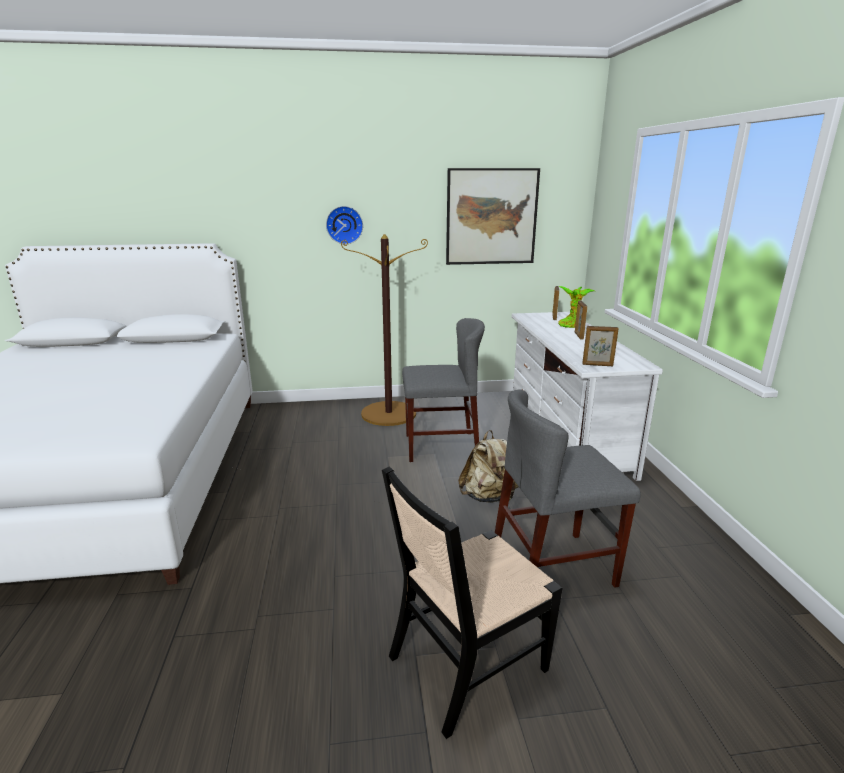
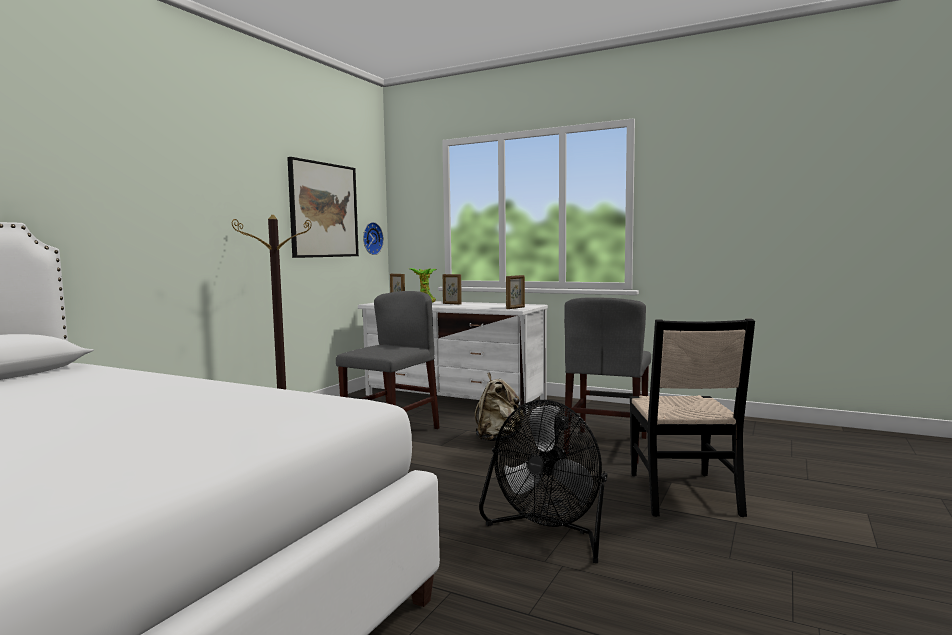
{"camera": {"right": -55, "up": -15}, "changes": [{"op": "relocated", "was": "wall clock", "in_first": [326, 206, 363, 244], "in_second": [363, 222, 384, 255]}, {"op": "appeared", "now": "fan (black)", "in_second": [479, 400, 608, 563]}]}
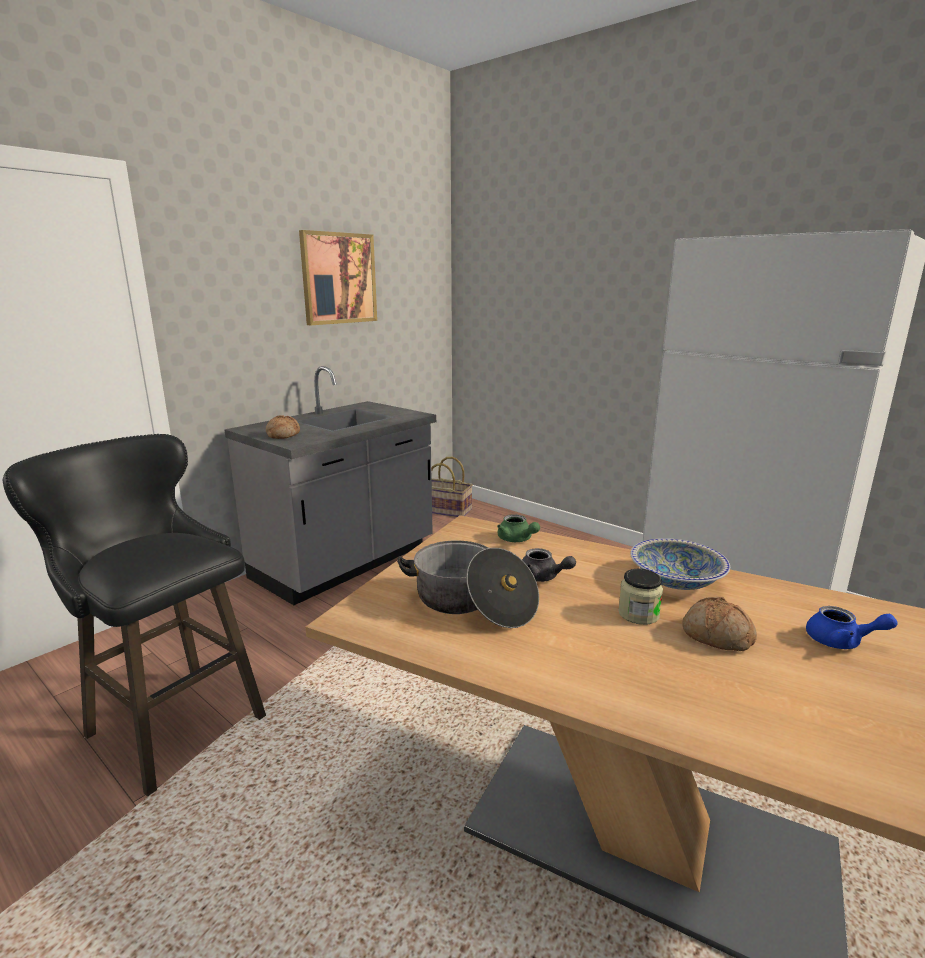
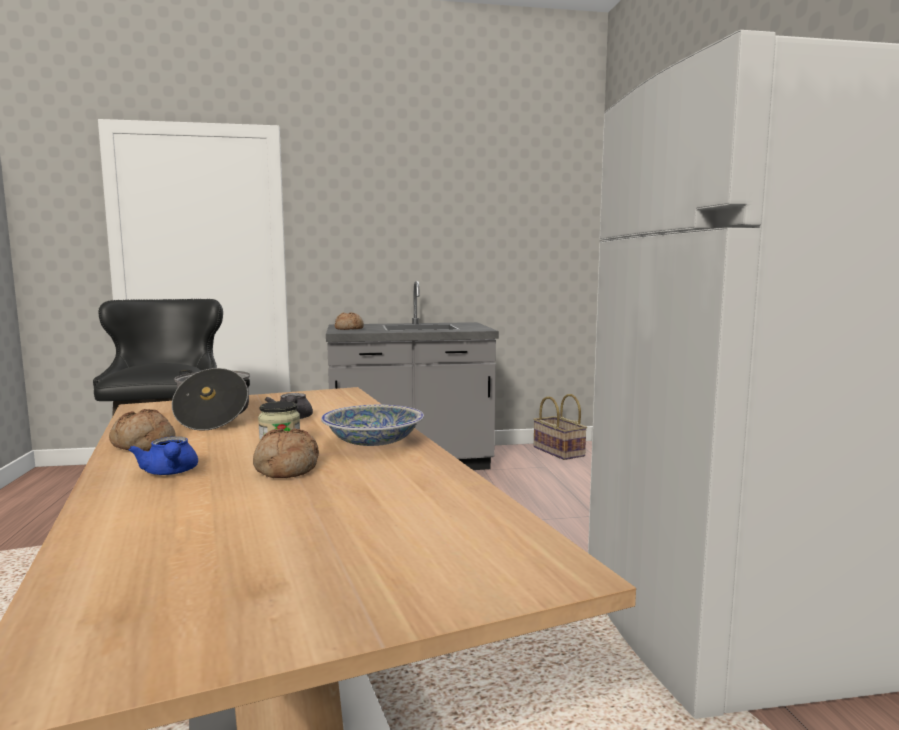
{"camera": {"right": 40, "up": -10}, "changes": [{"op": "missing", "was": "picture", "in_first": [299, 230, 377, 325]}, {"op": "missing", "was": "teapot (green)", "in_first": [497, 514, 540, 542]}, {"op": "relocated", "was": "teapot (blue)", "in_first": [806, 606, 898, 649], "in_second": [129, 436, 198, 475]}, {"op": "appeared", "now": "bread", "in_second": [109, 409, 176, 451]}]}
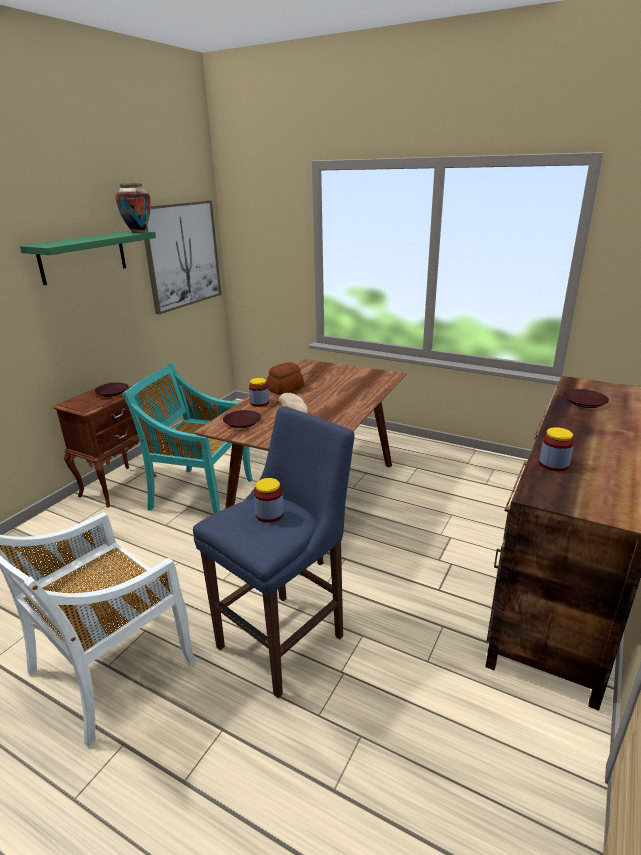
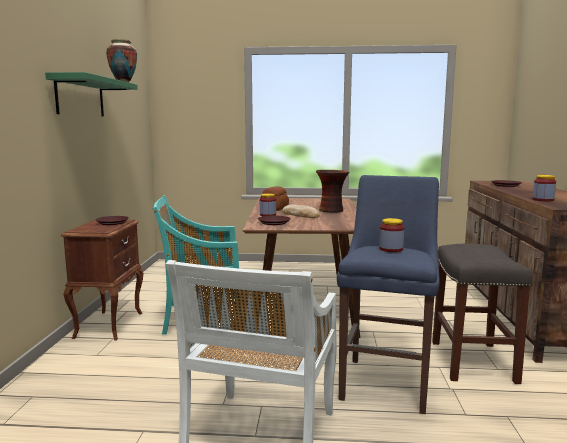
{"camera": {"right": -25, "up": -15}, "changes": [{"op": "missing", "was": "picture", "in_first": [144, 200, 221, 314]}, {"op": "appeared", "now": "vase", "in_second": [316, 170, 349, 212]}, {"op": "appeared", "now": "stool (grey)", "in_second": [432, 244, 533, 384]}]}
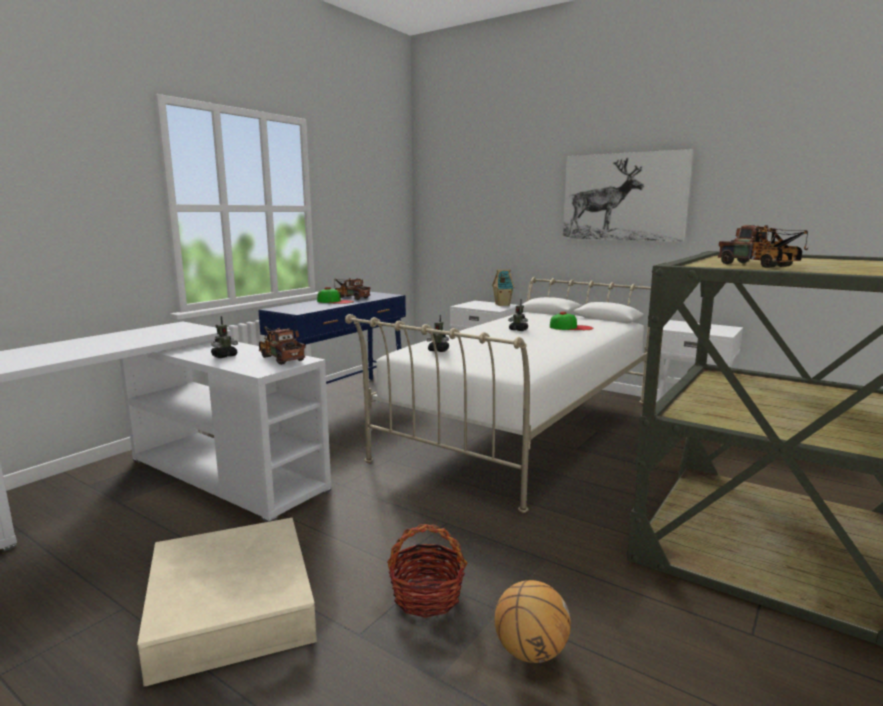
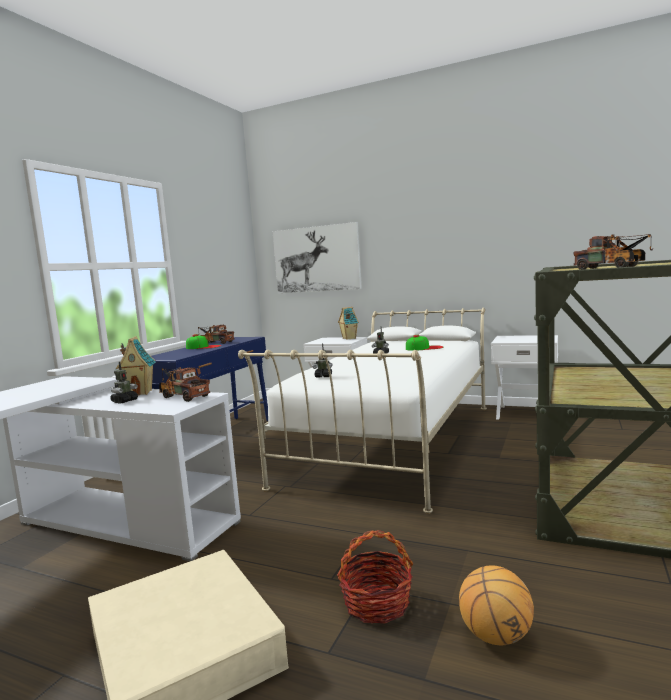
{"camera": {"right": -10, "up": -5}, "changes": [{"op": "relocated", "was": "picture", "in_first": [563, 149, 694, 242], "in_second": [273, 222, 362, 293]}, {"op": "appeared", "now": "toy house", "in_second": [116, 336, 156, 396]}]}
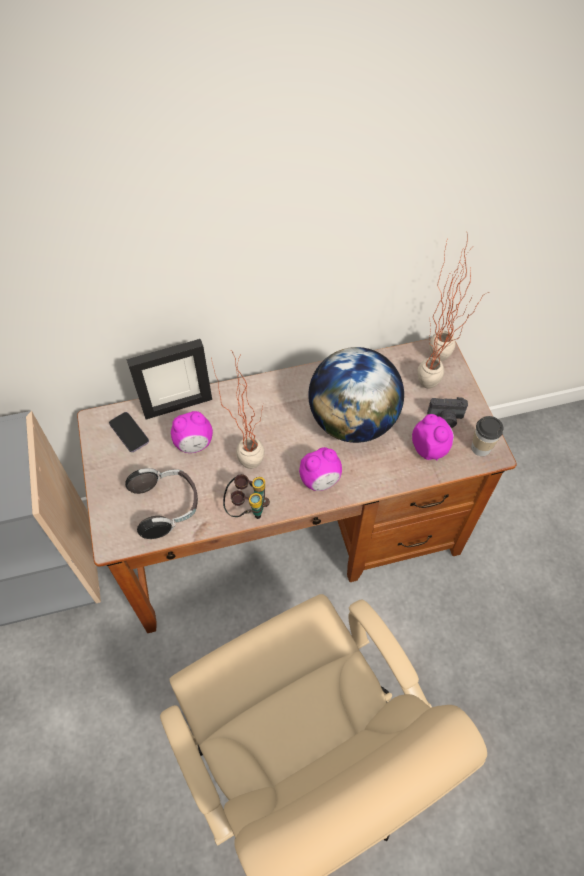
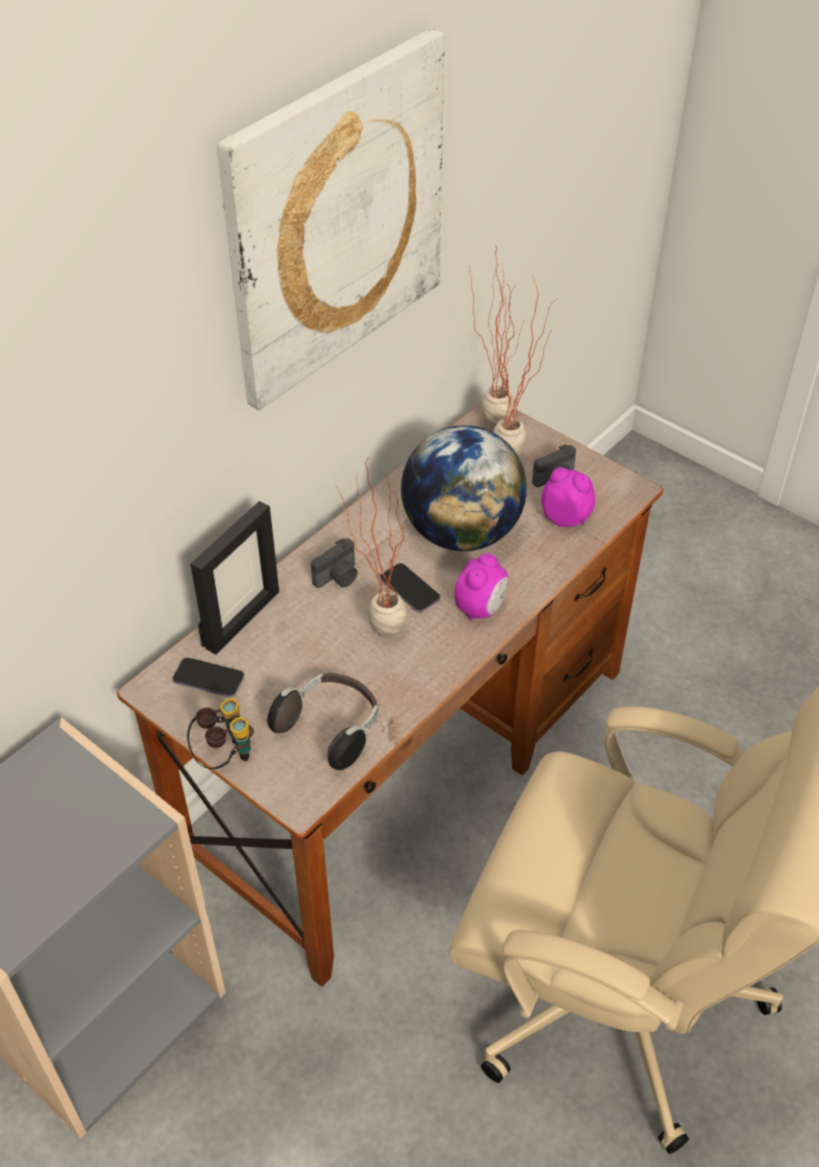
{"camera": {"right": -35, "up": -10}, "changes": [{"op": "missing", "was": "alarm clock", "in_first": [171, 411, 213, 453]}, {"op": "relocated", "was": "binoculars", "in_first": [223, 474, 270, 519], "in_second": [187, 698, 254, 769]}, {"op": "missing", "was": "cup", "in_first": [471, 416, 503, 456]}, {"op": "appeared", "now": "picture", "in_second": [217, 28, 444, 411]}, {"op": "appeared", "now": "photo camera", "in_second": [311, 538, 358, 588]}, {"op": "appeared", "now": "phone", "in_second": [380, 563, 440, 612]}]}
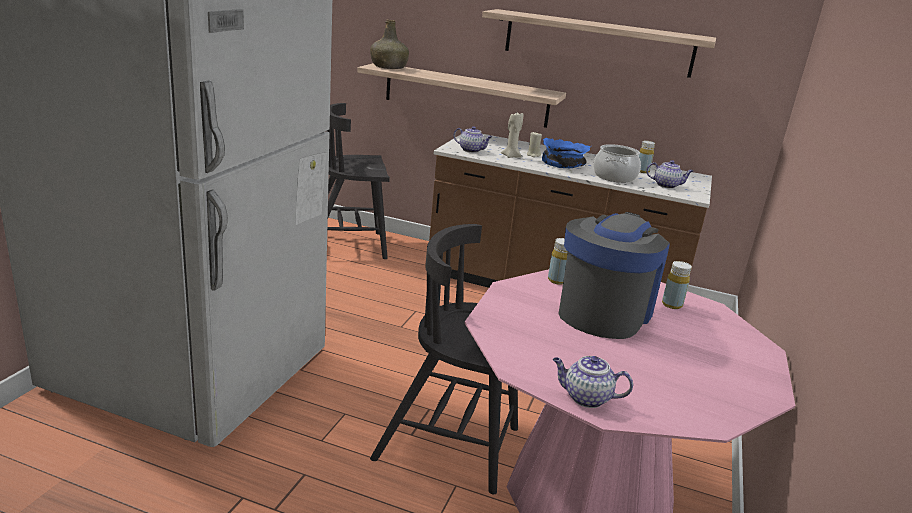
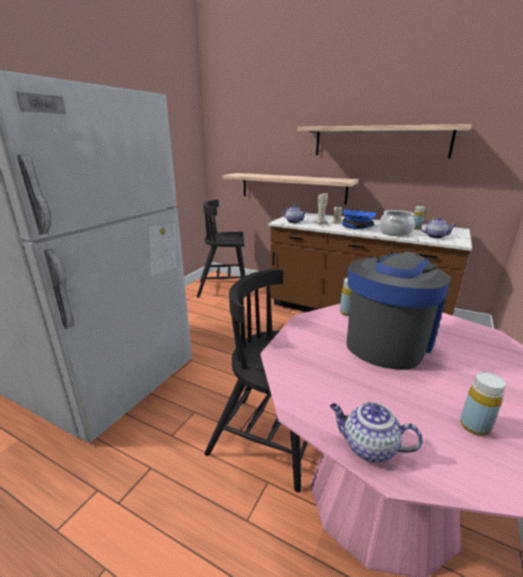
{"camera": {"right": 10, "up": 0}, "changes": [{"op": "missing", "was": "bottle (green)", "in_first": [370, 19, 409, 69]}, {"op": "relocated", "was": "bottle (yellow)", "in_first": [662, 261, 692, 309], "in_second": [460, 372, 506, 436]}]}
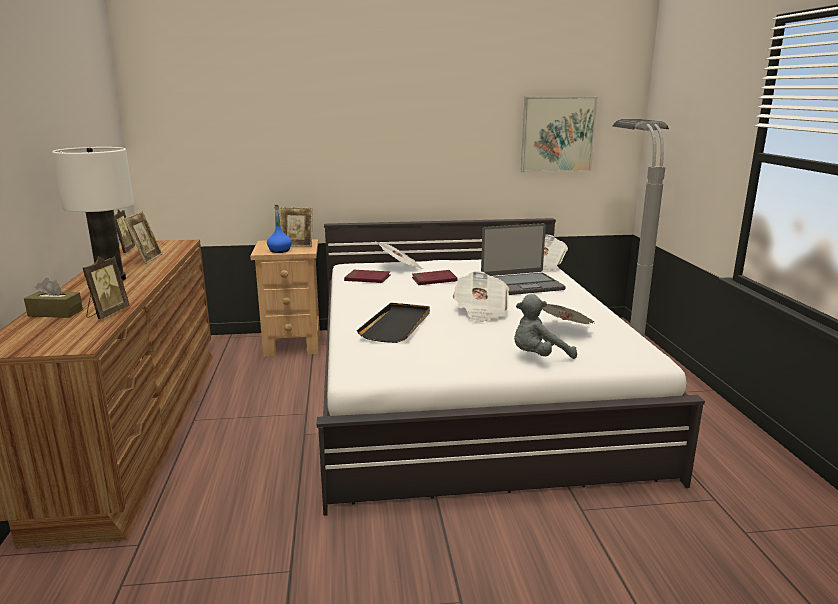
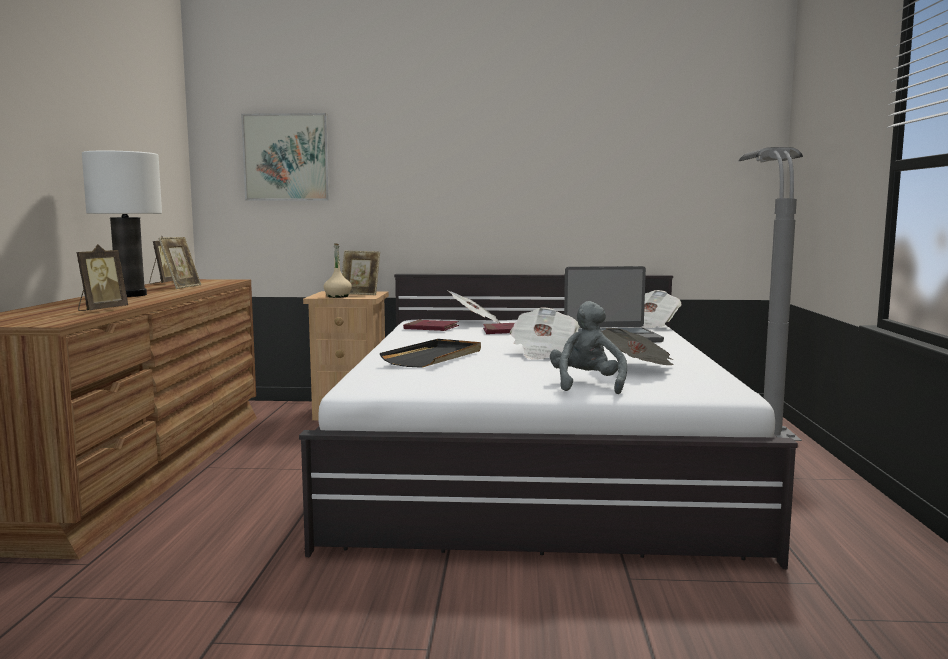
{"camera": {"right": 10, "up": -10}, "changes": [{"op": "missing", "was": "tissue box (brown)", "in_first": [24, 278, 83, 318]}, {"op": "colour", "was": "bottle (blue)", "now": "bottle (beige)", "in_first": [267, 205, 292, 253], "in_second": [324, 243, 352, 298]}, {"op": "spun", "was": "plush toy (grey)", "in_first": [514, 294, 577, 359], "in_second": [550, 301, 627, 394], "clockwise": 105}, {"op": "relocated", "was": "picture", "in_first": [521, 97, 598, 173], "in_second": [241, 113, 330, 201]}]}
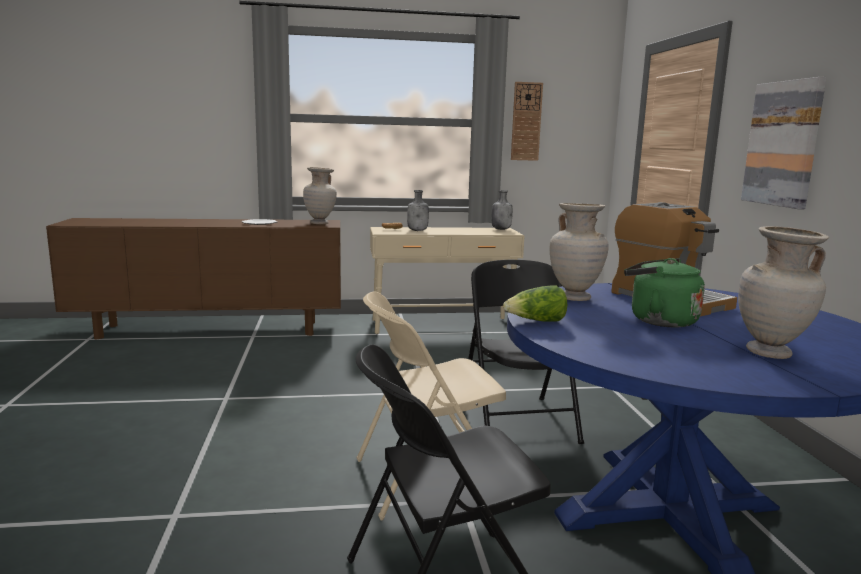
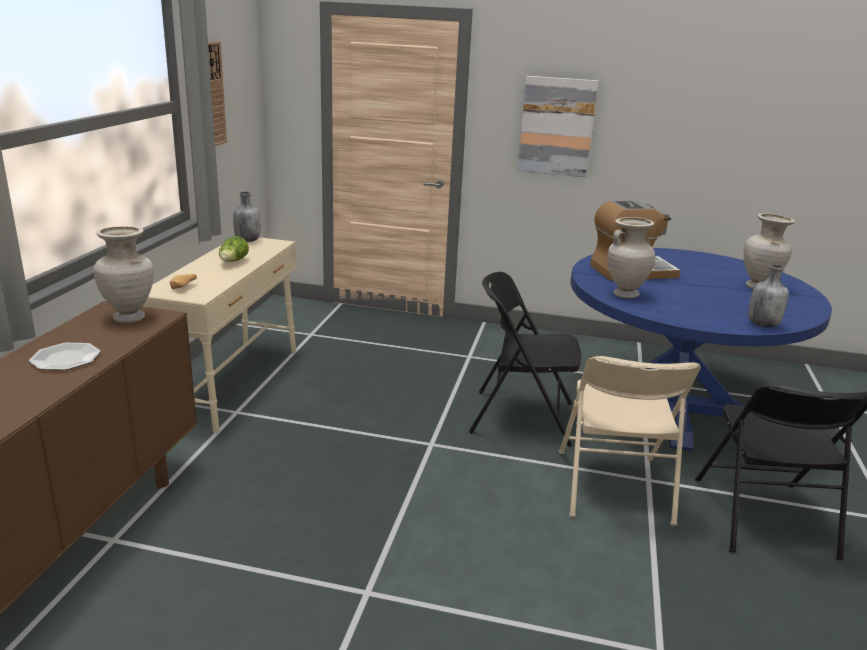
{"camera": {"right": -70, "up": 10}, "changes": [{"op": "relocated", "was": "bottle (grey)", "in_first": [407, 190, 429, 231], "in_second": [748, 264, 789, 327]}, {"op": "relocated", "was": "lettuce", "in_first": [503, 285, 567, 322], "in_second": [219, 236, 249, 262]}, {"op": "missing", "was": "kettle (green)", "in_first": [624, 258, 705, 327]}]}
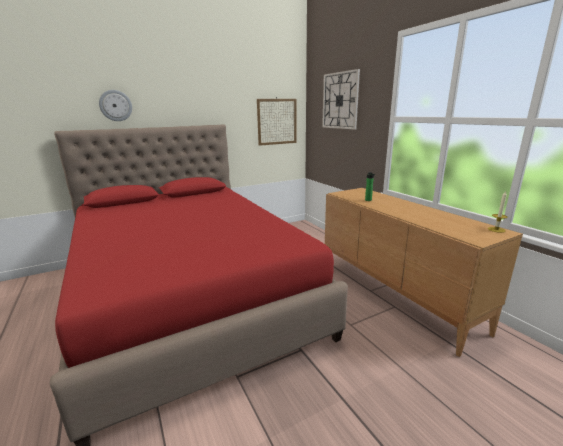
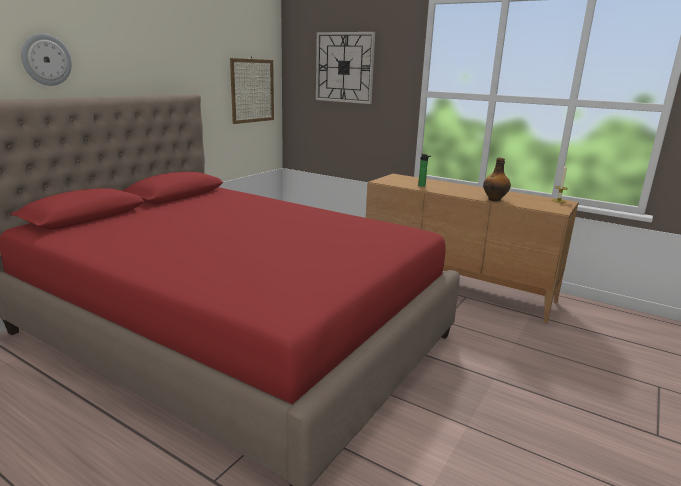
{"camera": {"right": -30, "up": 0}, "changes": [{"op": "appeared", "now": "bottle", "in_second": [483, 158, 511, 202]}]}
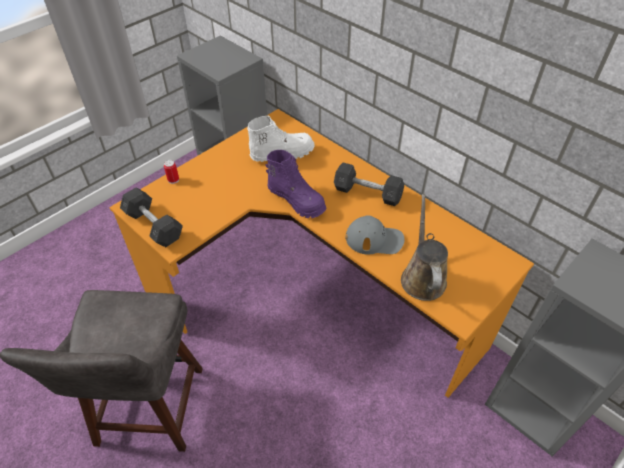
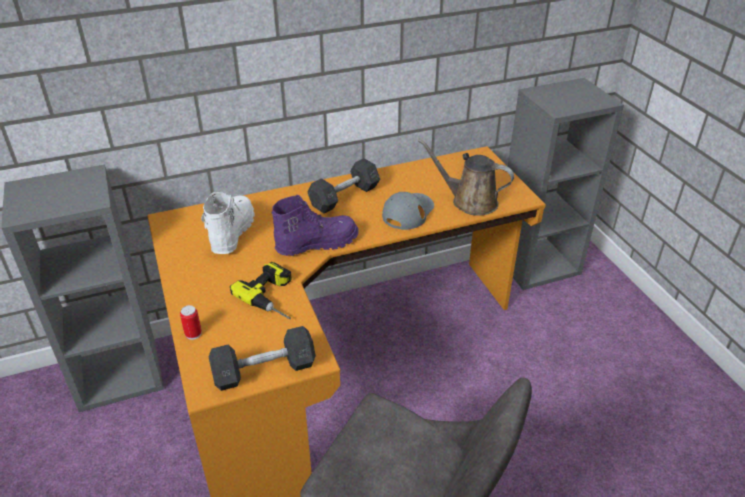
{"camera": {"right": -65, "up": -10}, "changes": [{"op": "appeared", "now": "power drill", "in_second": [230, 262, 292, 319]}]}
